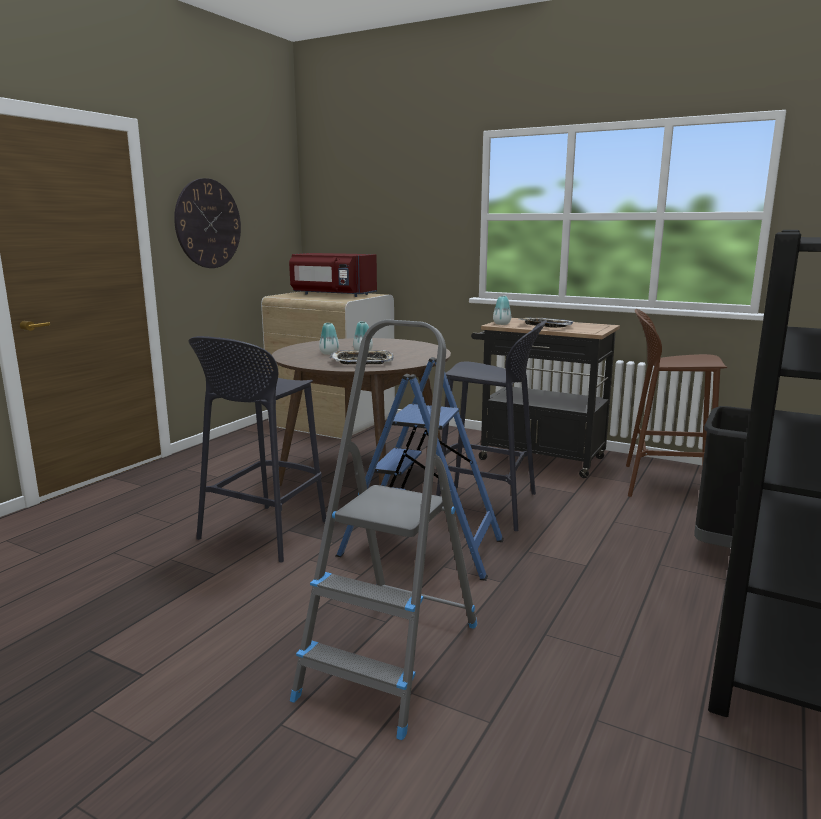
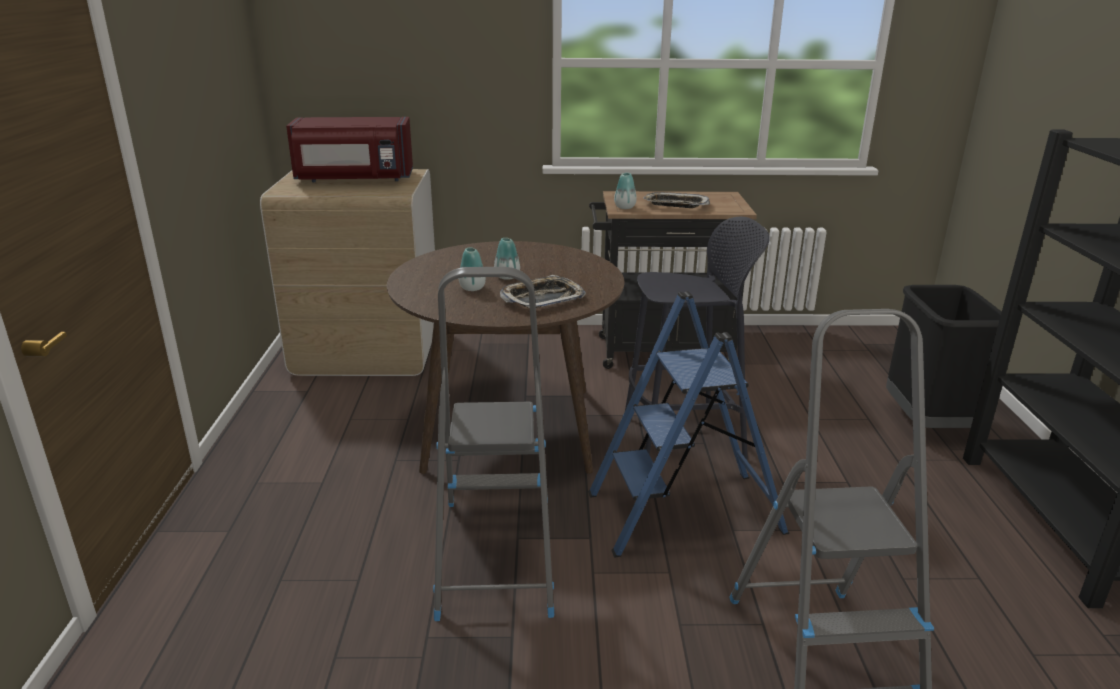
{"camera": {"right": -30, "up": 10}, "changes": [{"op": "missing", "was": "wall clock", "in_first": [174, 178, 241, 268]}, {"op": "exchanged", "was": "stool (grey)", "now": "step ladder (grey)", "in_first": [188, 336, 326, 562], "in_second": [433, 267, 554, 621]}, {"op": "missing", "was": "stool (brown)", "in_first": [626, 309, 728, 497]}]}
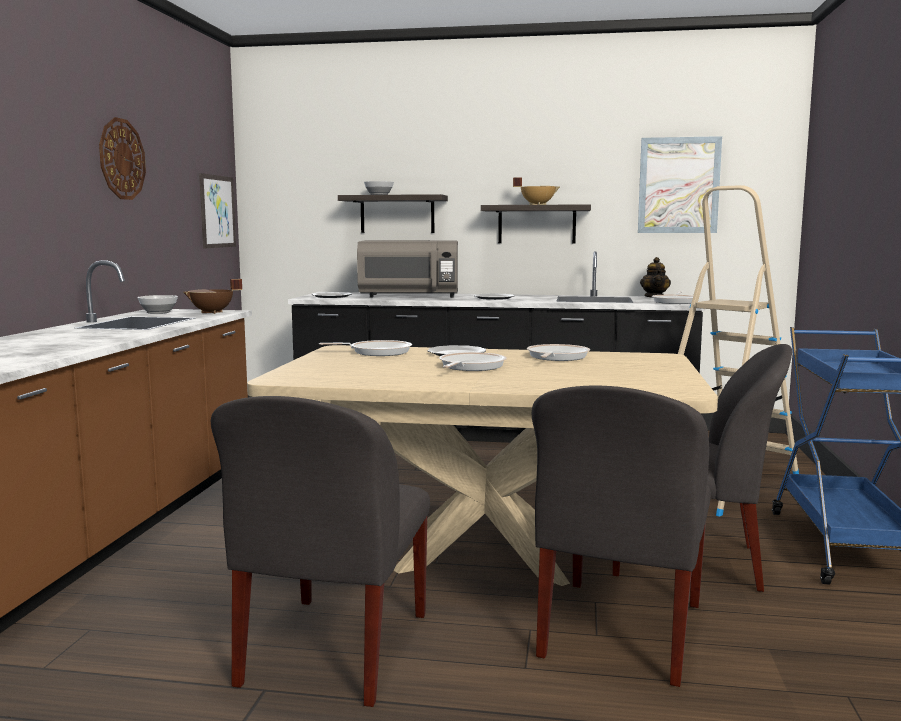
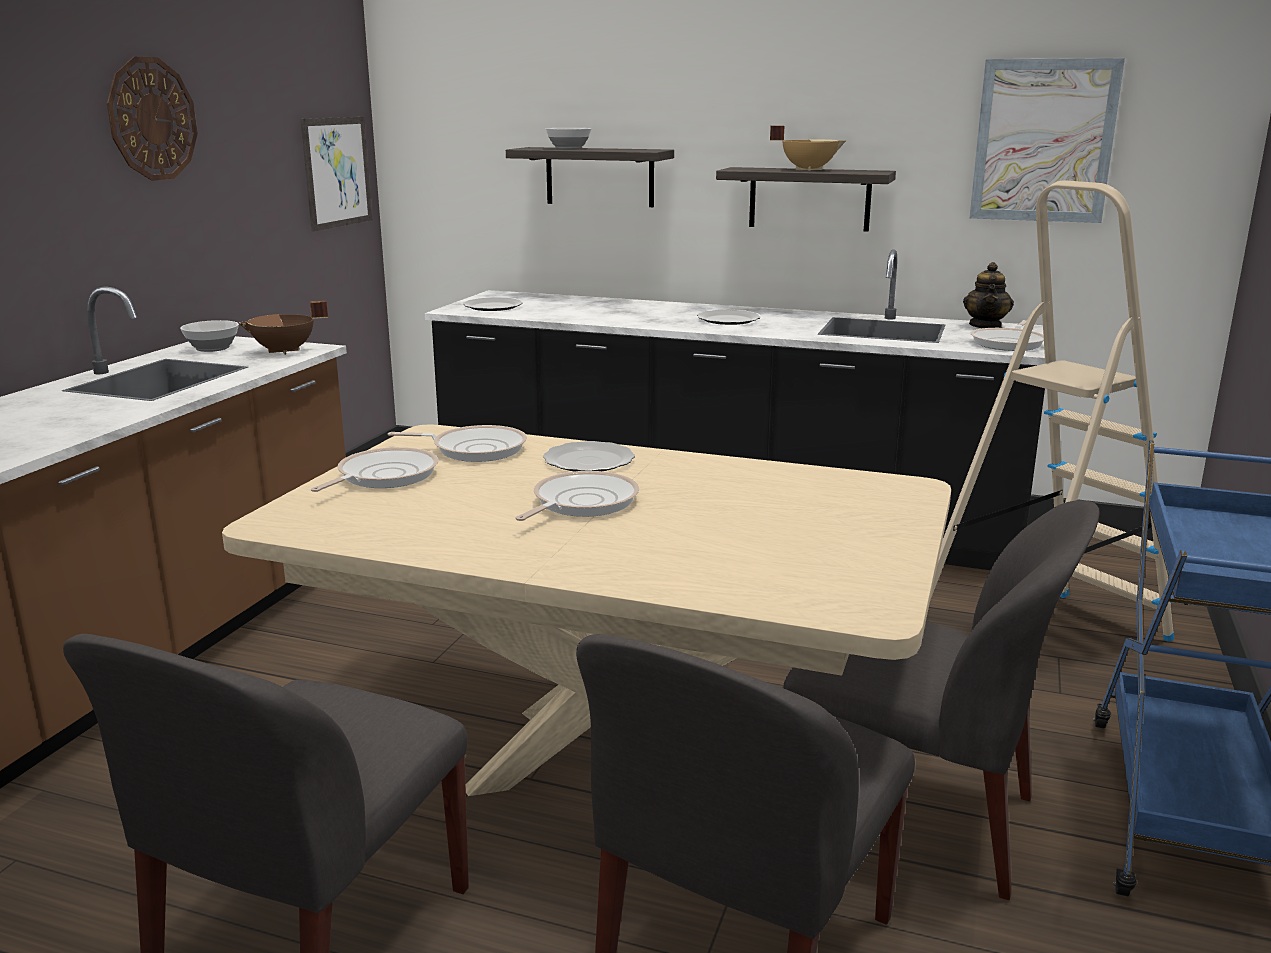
{"camera": {"right": 10, "up": 10}, "changes": [{"op": "missing", "was": "microwave (grey)", "in_first": [357, 240, 458, 298]}, {"op": "relocated", "was": "frying pan", "in_first": [527, 344, 590, 361], "in_second": [311, 447, 438, 492]}]}
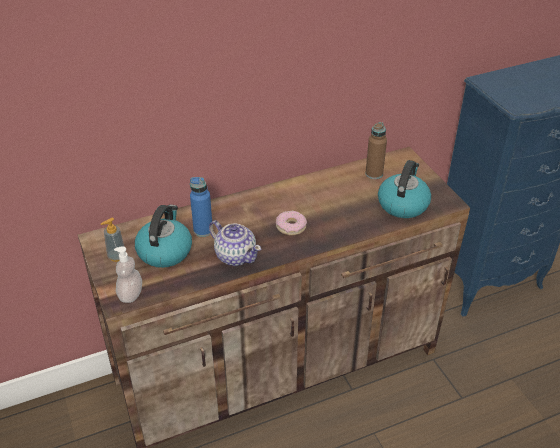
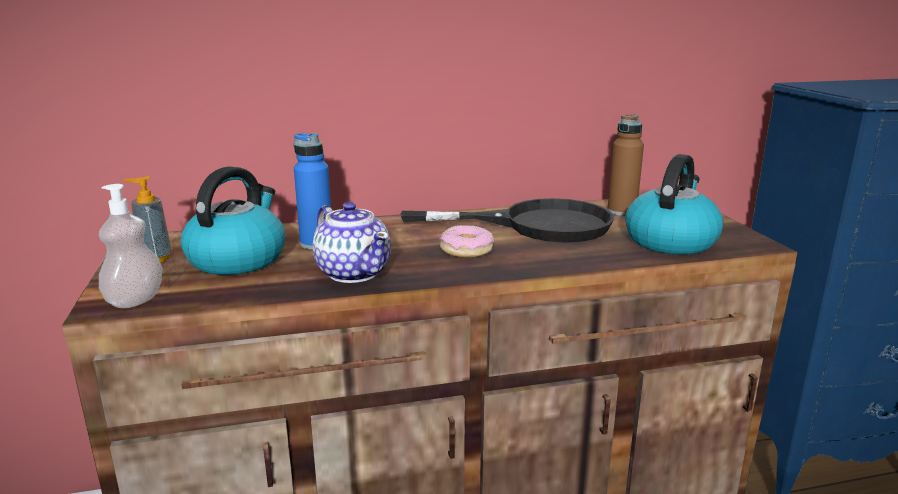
{"camera": {"right": 10, "up": -20}, "changes": [{"op": "appeared", "now": "frying pan (black)", "in_second": [400, 198, 614, 242]}]}
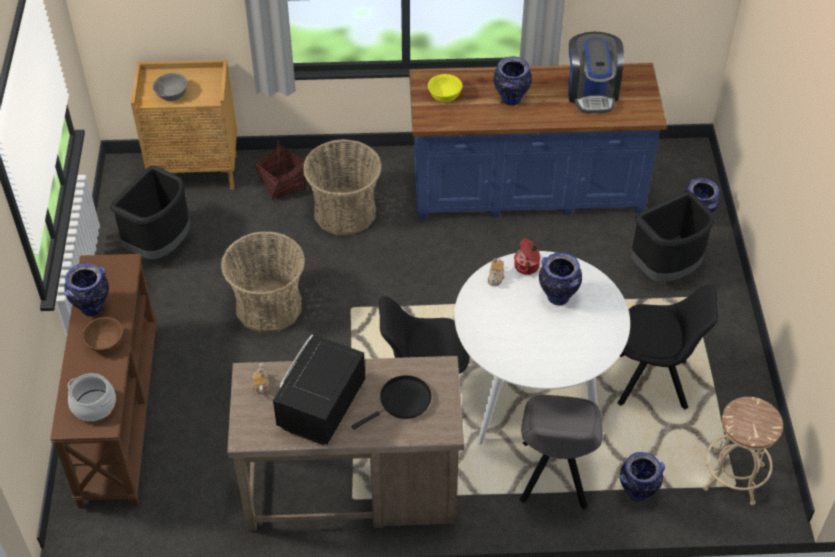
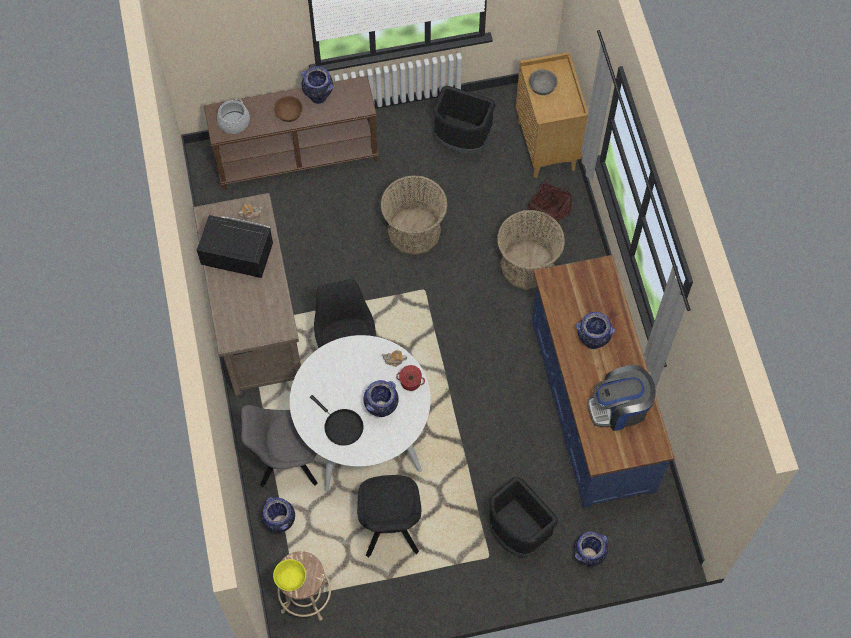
{"camera": {"right": 80, "up": 15}, "changes": [{"op": "relocated", "was": "frying pan (black)", "in_first": [352, 375, 432, 430], "in_second": [310, 395, 363, 446]}, {"op": "relocated", "was": "bowl (yellow)", "in_first": [428, 74, 463, 102], "in_second": [273, 559, 306, 591]}]}
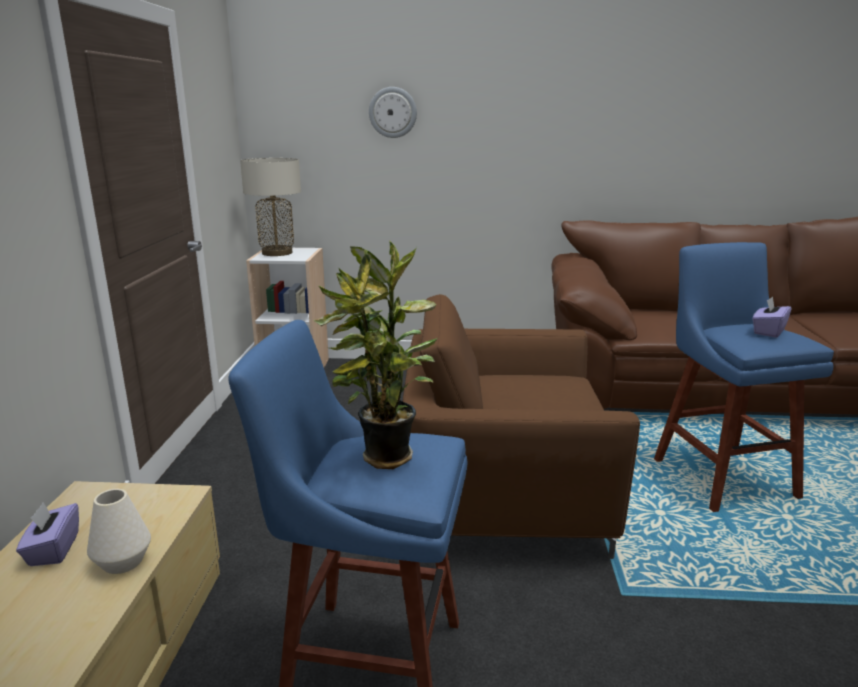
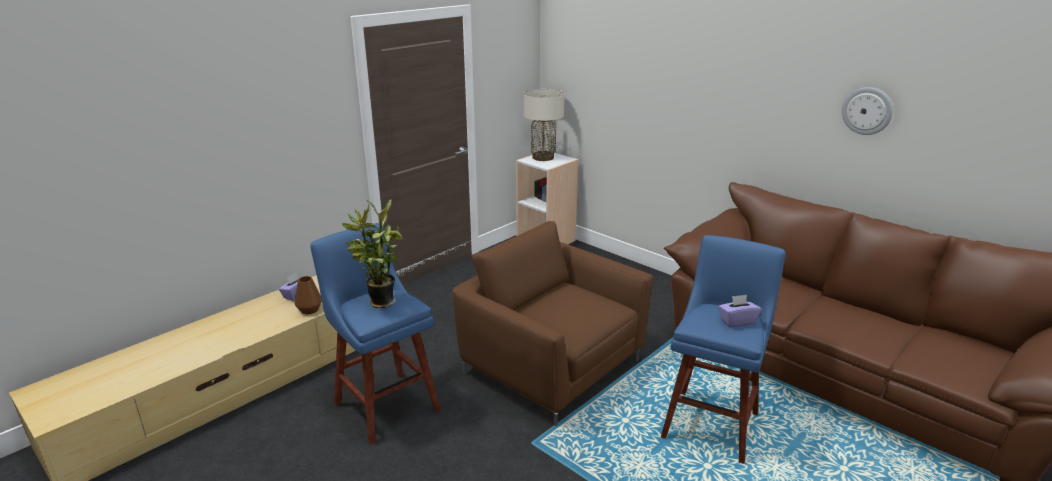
{"camera": {"right": 40, "up": 5}, "changes": [{"op": "colour", "was": "vase (white)", "now": "vase (brown)", "in_first": [87, 489, 151, 574], "in_second": [294, 276, 322, 314]}, {"op": "relocated", "was": "wall clock", "in_first": [369, 87, 417, 138], "in_second": [842, 87, 893, 135]}]}
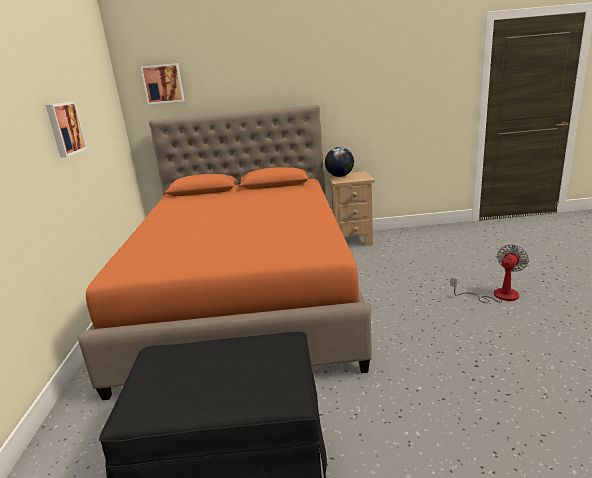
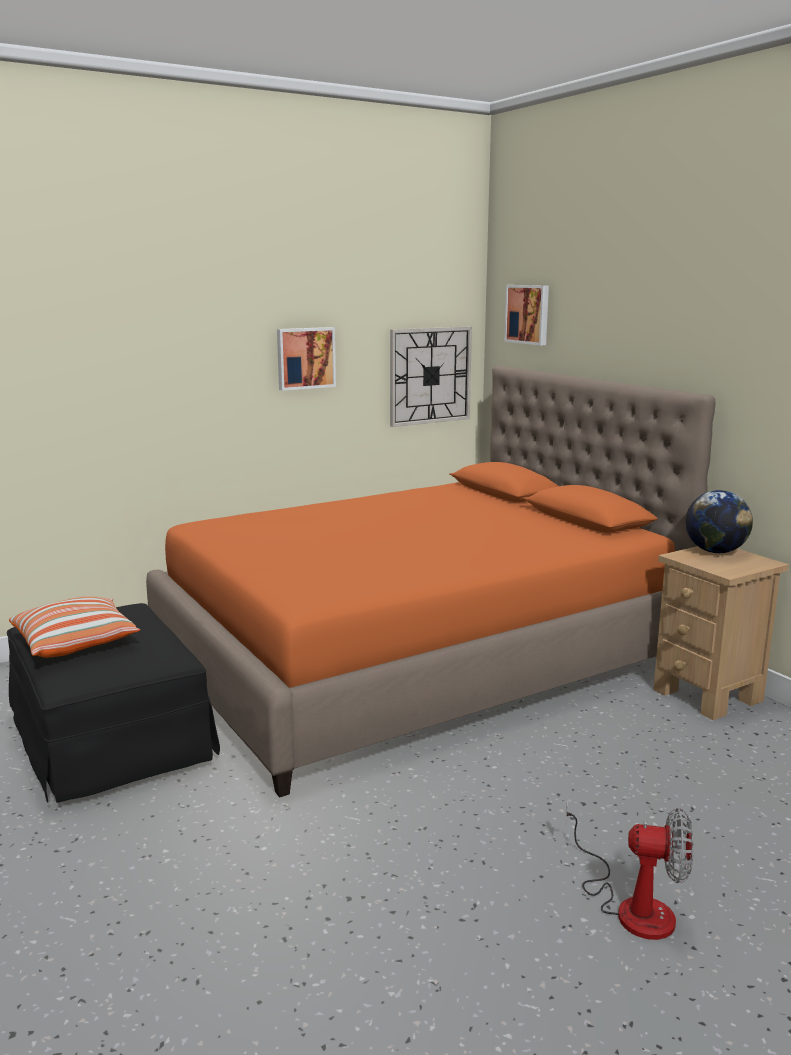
{"camera": {"right": 60, "up": -5}, "changes": [{"op": "appeared", "now": "pillow", "in_second": [9, 596, 140, 658]}, {"op": "appeared", "now": "wall clock", "in_second": [390, 327, 472, 427]}]}
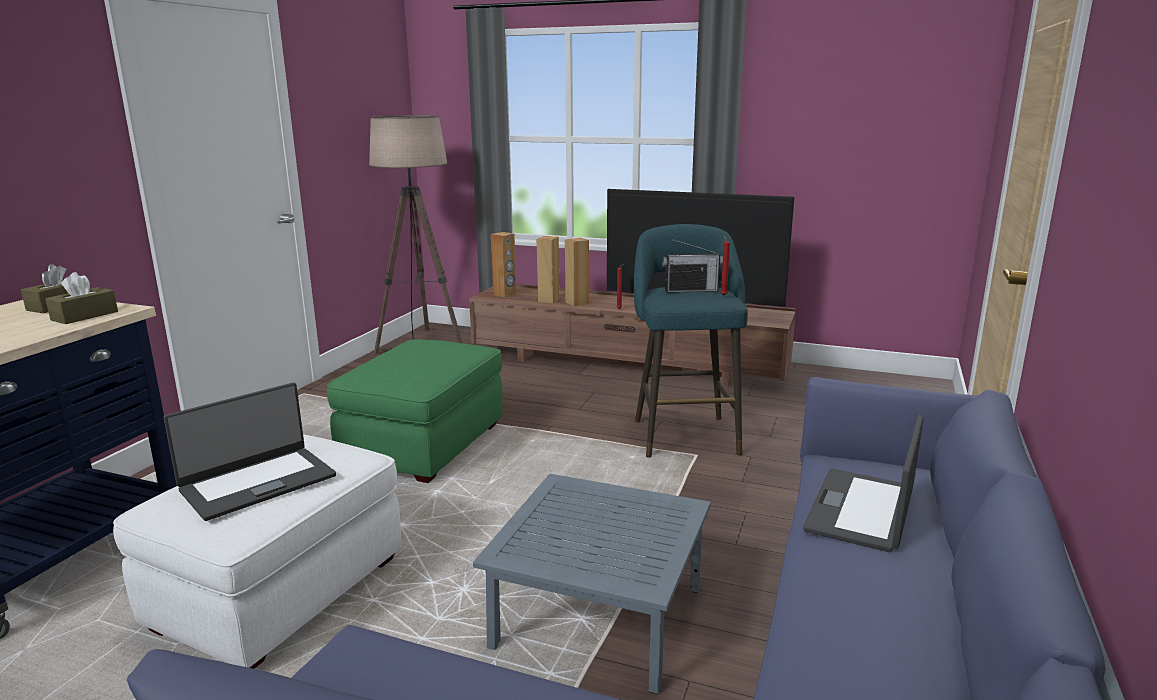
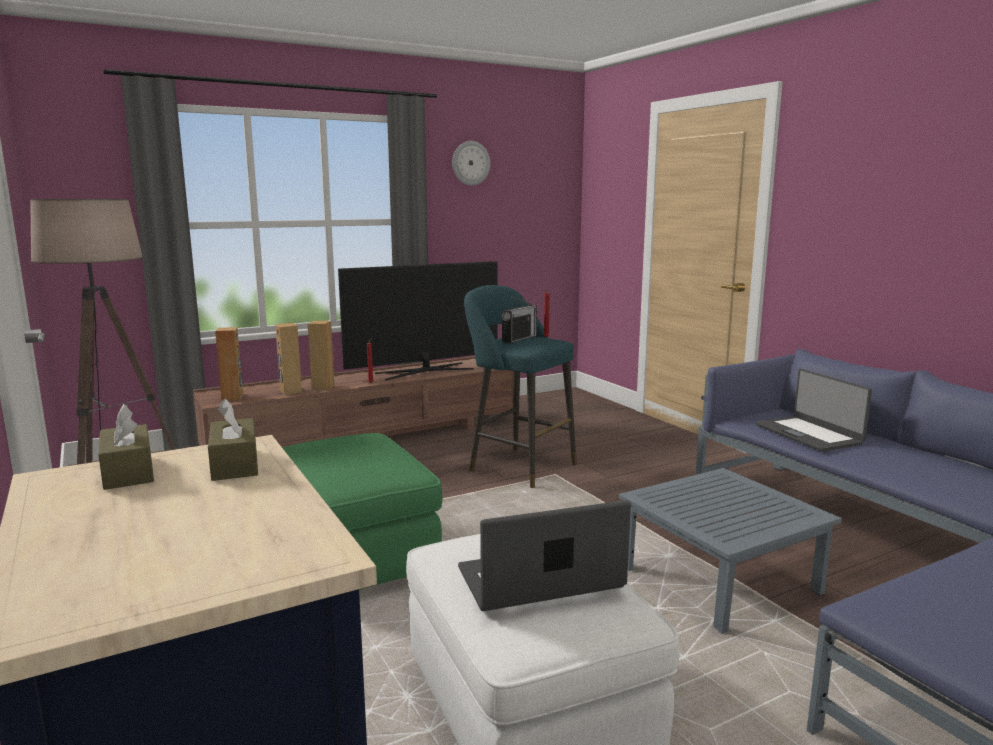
{"camera": {"right": -50, "up": -5}, "changes": [{"op": "spun", "was": "laptop", "in_first": [163, 383, 336, 521], "in_second": [458, 500, 631, 611], "clockwise": -105}, {"op": "appeared", "now": "wall clock", "in_second": [452, 141, 490, 186]}]}
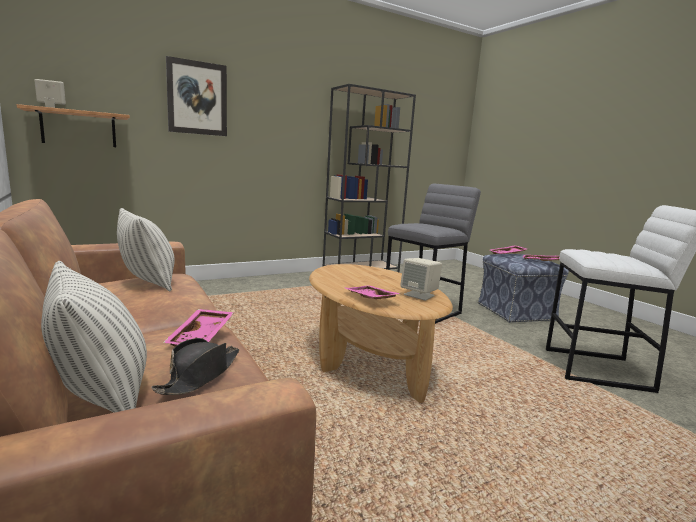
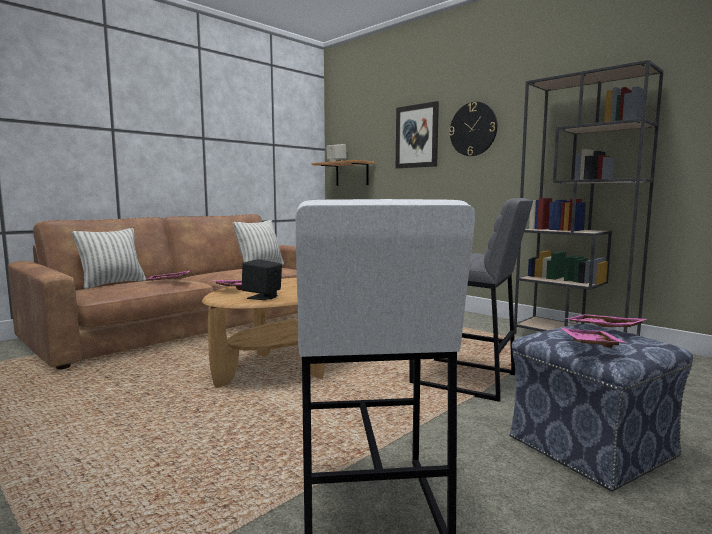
{"camera": {"right": 75, "up": -5}, "changes": [{"op": "missing", "was": "hat (black)", "in_first": [151, 338, 239, 395]}, {"op": "colour", "was": "speaker (beige)", "now": "speaker (black)", "in_first": [400, 258, 442, 301], "in_second": [242, 259, 282, 300]}, {"op": "appeared", "now": "wall clock", "in_second": [449, 102, 497, 156]}]}
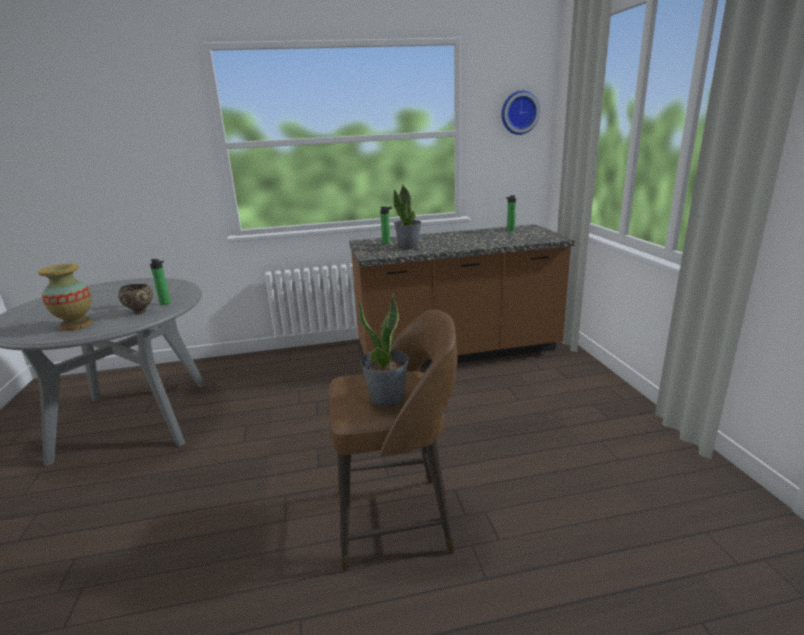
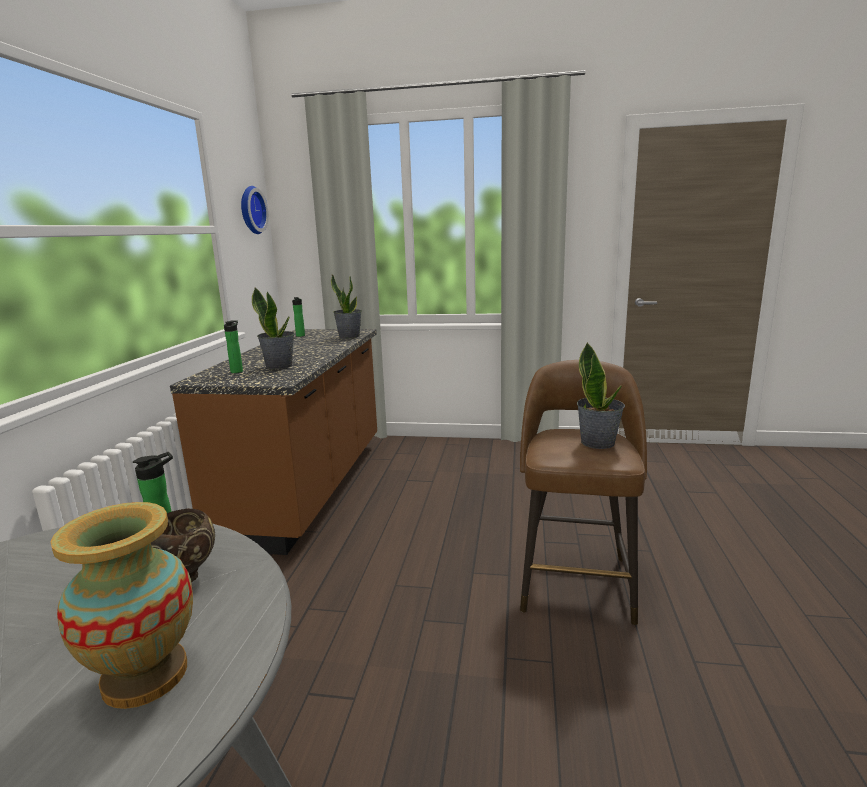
{"camera": {"right": -70, "up": -5}, "changes": [{"op": "appeared", "now": "potted plant", "in_second": [331, 274, 362, 339]}]}
